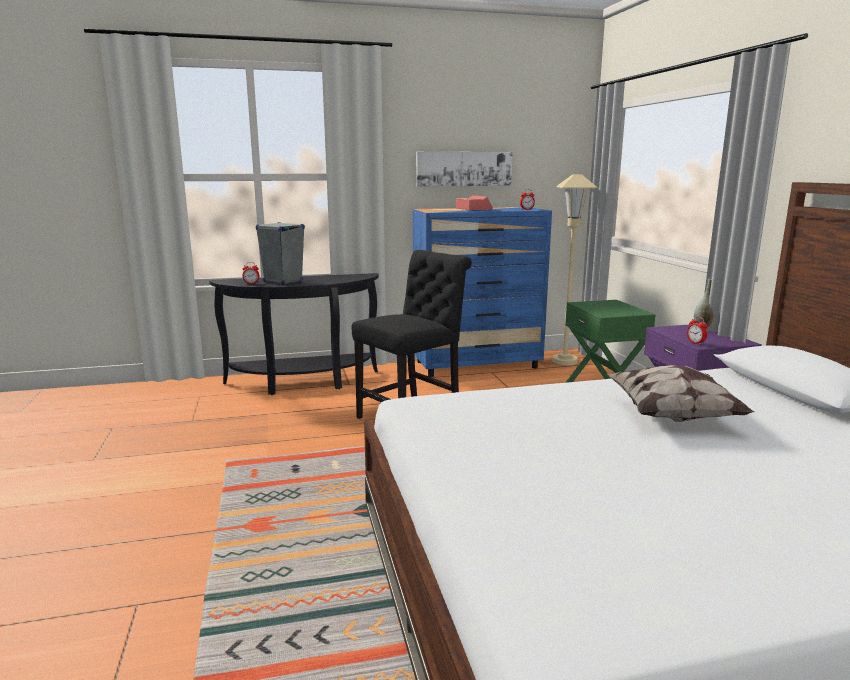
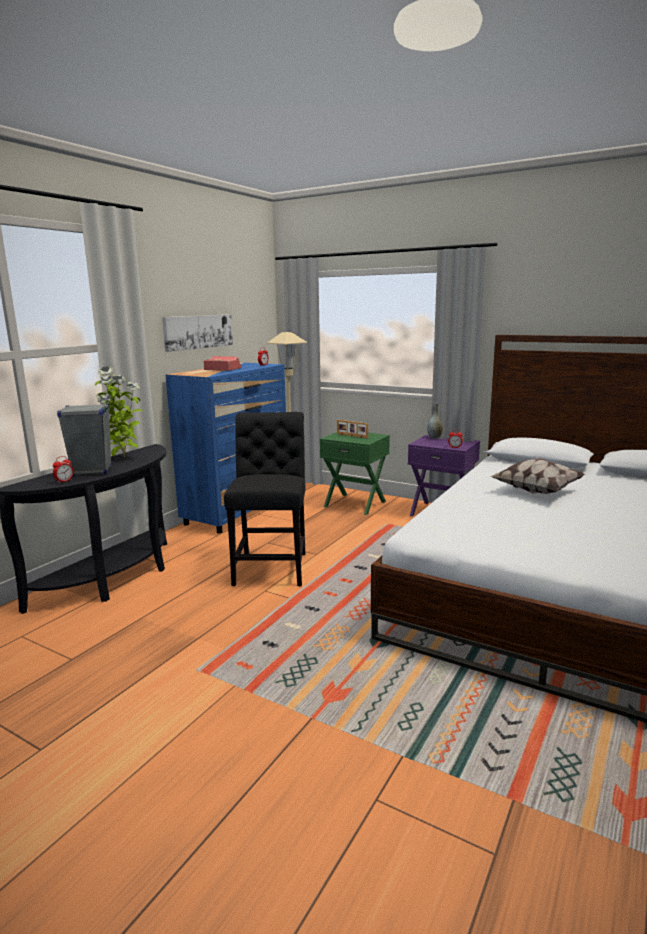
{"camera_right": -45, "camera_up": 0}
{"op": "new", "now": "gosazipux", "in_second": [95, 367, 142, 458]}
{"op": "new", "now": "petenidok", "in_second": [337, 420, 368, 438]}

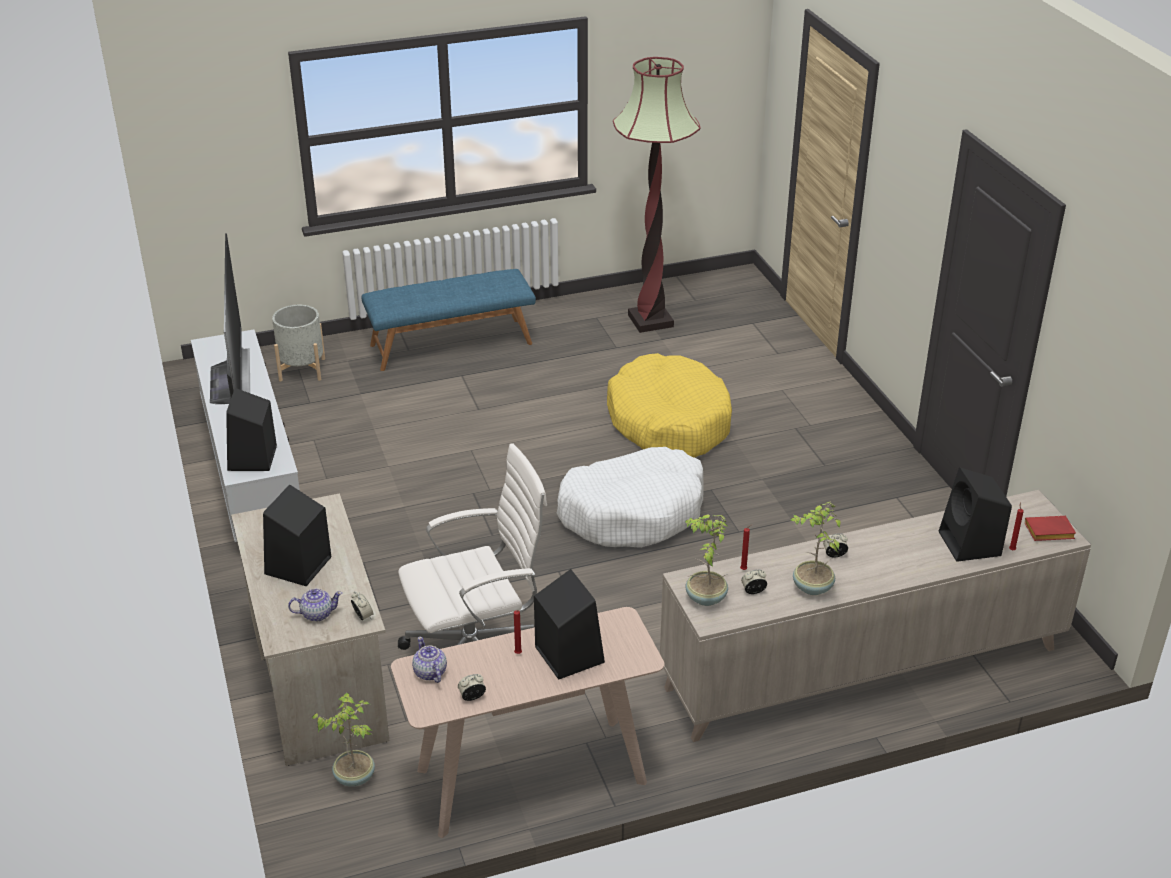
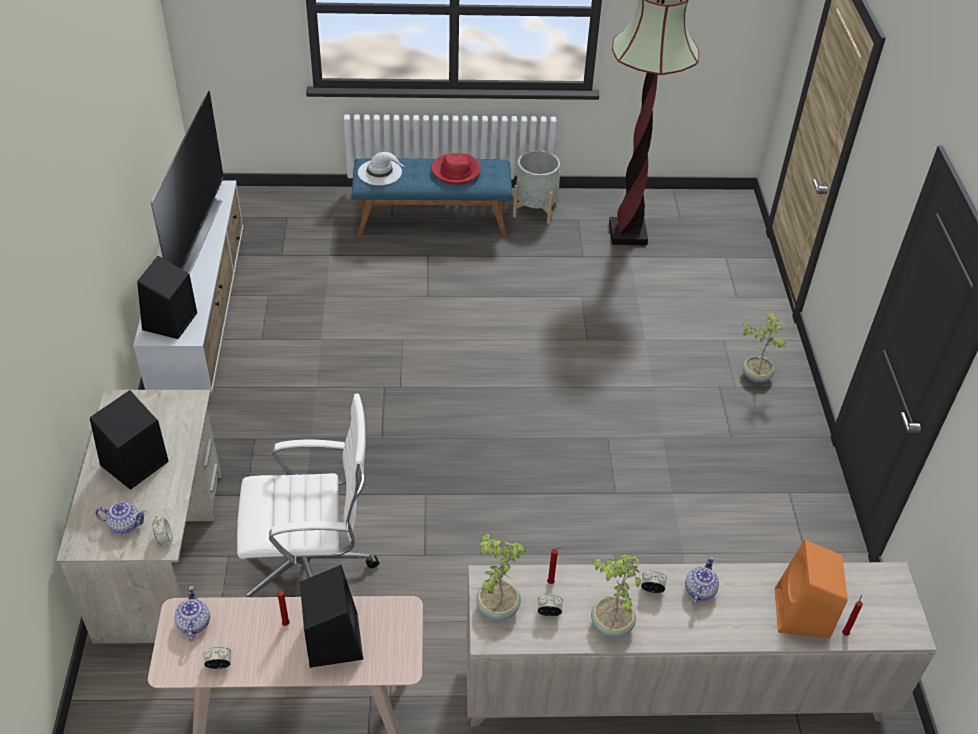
{"camera_right": 15, "camera_up": 10}
{"op": "shifted", "was": "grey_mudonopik", "in_first": [272, 305, 325, 381], "in_second": [513, 150, 560, 224]}
{"op": "shifted", "was": "gosazipux", "in_first": [311, 692, 375, 787], "in_second": [741, 312, 787, 383]}
{"op": "gone", "was": "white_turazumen", "in_first": [557, 447, 704, 548]}
{"op": "gone", "was": "yellow_turazumen", "in_first": [607, 353, 732, 458]}
{"op": "repainted", "was": "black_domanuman", "now": "orange_domanuman", "in_first": [939, 467, 1012, 562], "in_second": [775, 539, 848, 638]}
{"op": "gone", "was": "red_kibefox", "in_first": [1025, 516, 1076, 541]}
{"op": "new", "now": "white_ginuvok", "in_second": [358, 152, 404, 185]}
{"op": "new", "now": "red_ginuvok", "in_second": [431, 153, 481, 185]}
{"op": "new", "now": "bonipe", "in_second": [685, 556, 719, 605]}

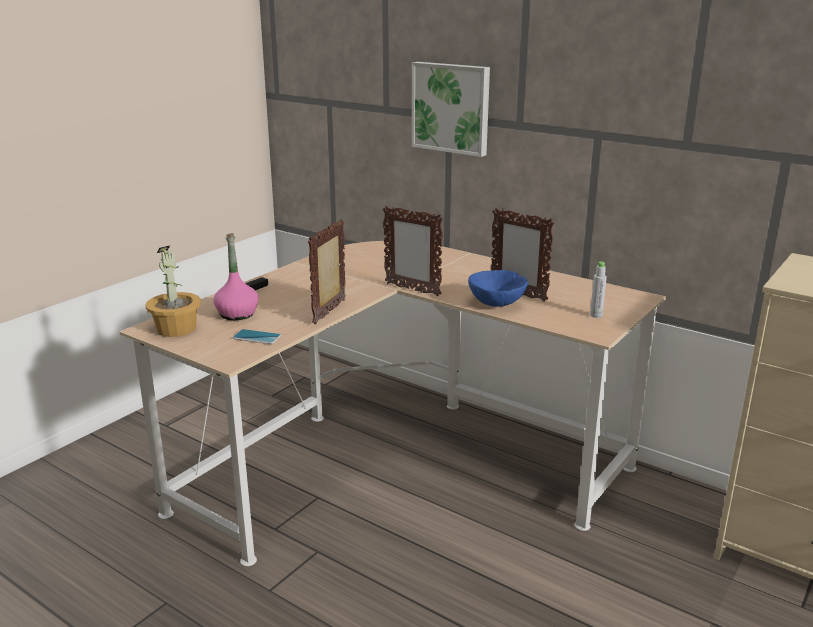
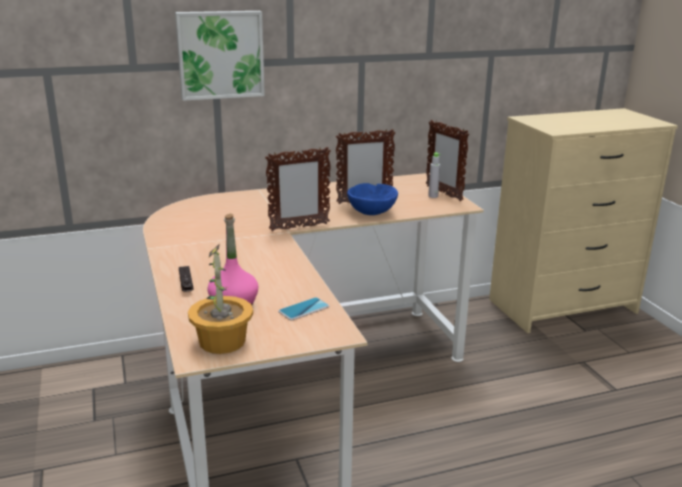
{"camera_right": -55, "camera_up": 0}
{"op": "shifted", "was": "petenidok", "in_first": [308, 219, 346, 324], "in_second": [426, 120, 469, 201]}

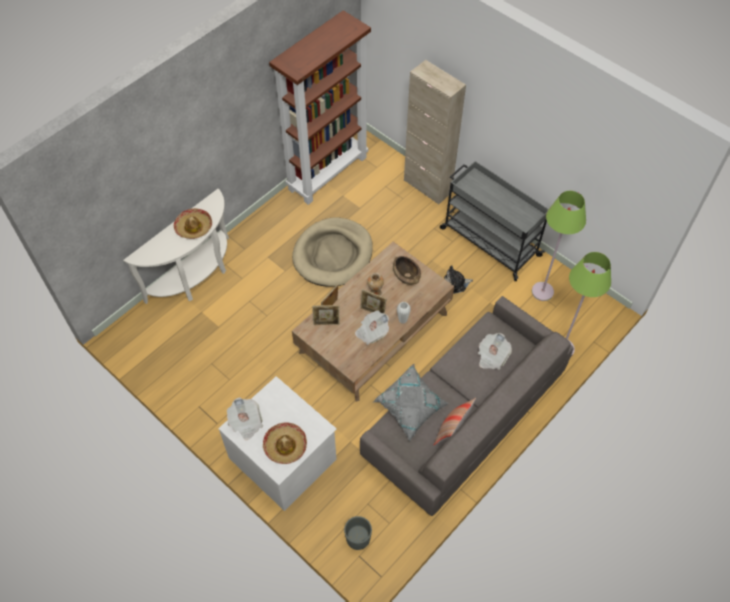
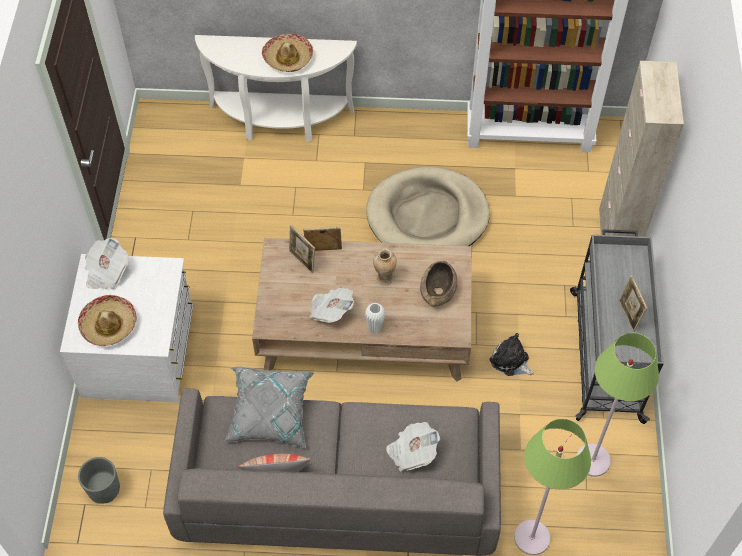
{"camera_right": 50, "camera_up": 0}
{"op": "shifted", "was": "petenidok", "in_first": [360, 289, 387, 314], "in_second": [619, 275, 648, 332]}

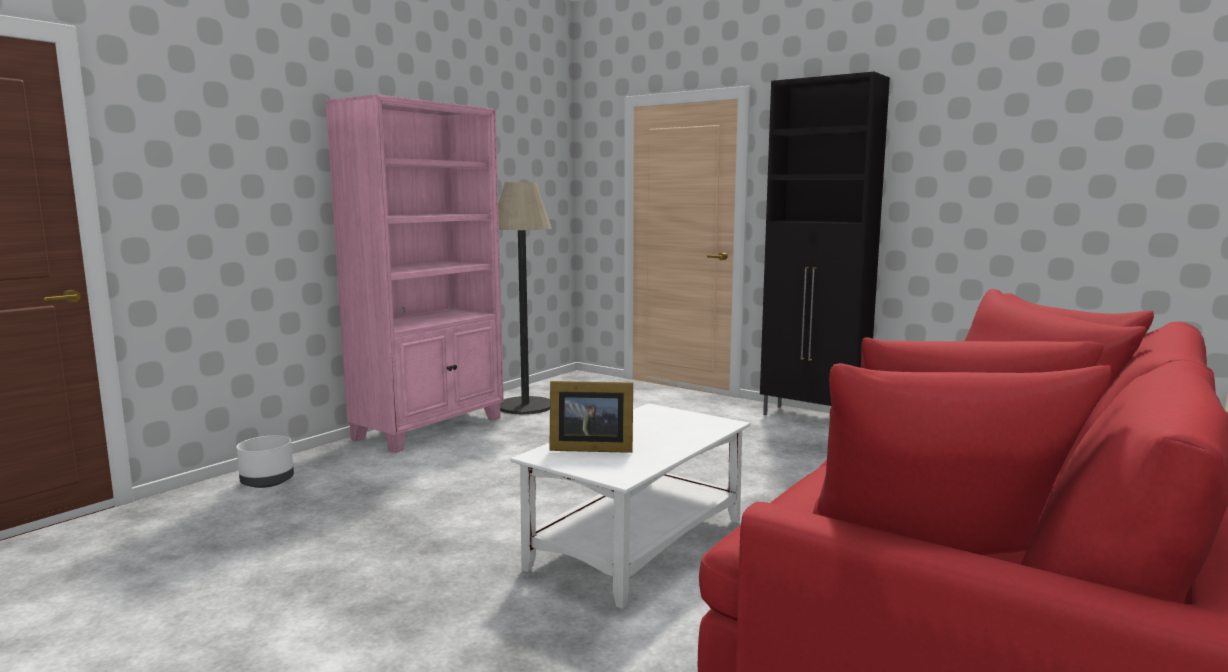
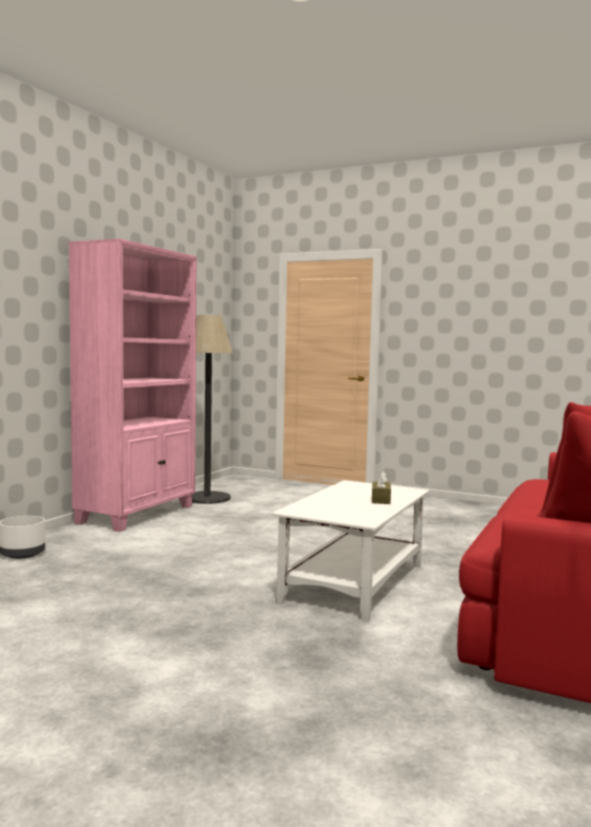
{"camera_right": -10, "camera_up": -5}
{"op": "gone", "was": "petenidok", "in_first": [549, 381, 633, 453]}
{"op": "gone", "was": "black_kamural", "in_first": [760, 71, 890, 415]}
{"op": "new", "now": "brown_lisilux", "in_second": [372, 471, 391, 504]}

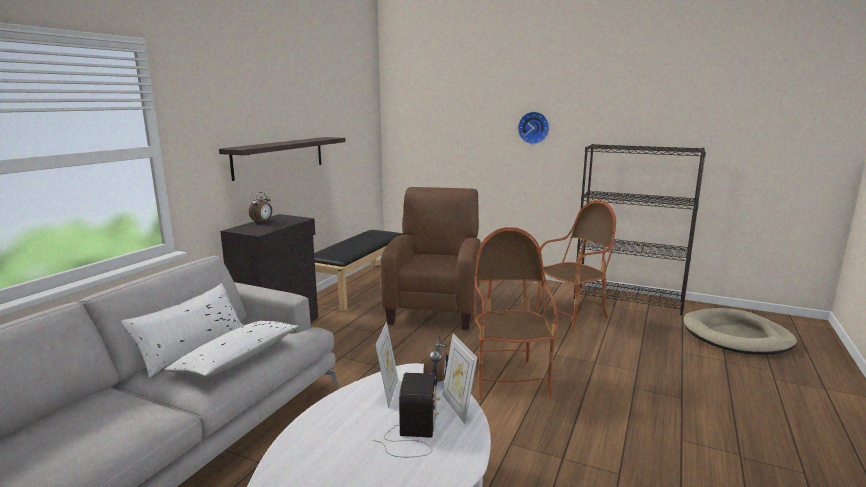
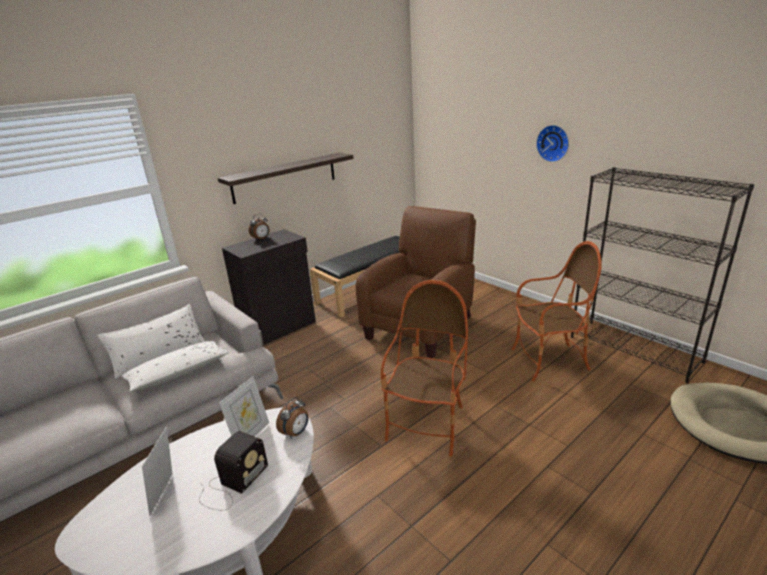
{"camera_right": 25, "camera_up": 10}
{"op": "shifted", "was": "petenidok", "in_first": [442, 334, 478, 424], "in_second": [142, 427, 172, 516]}

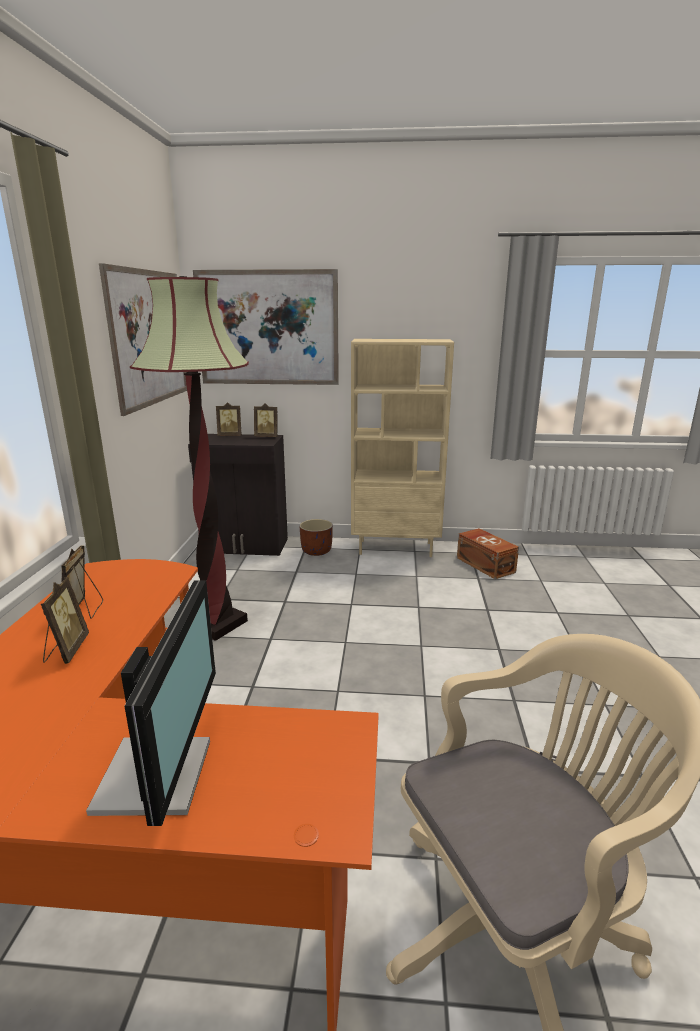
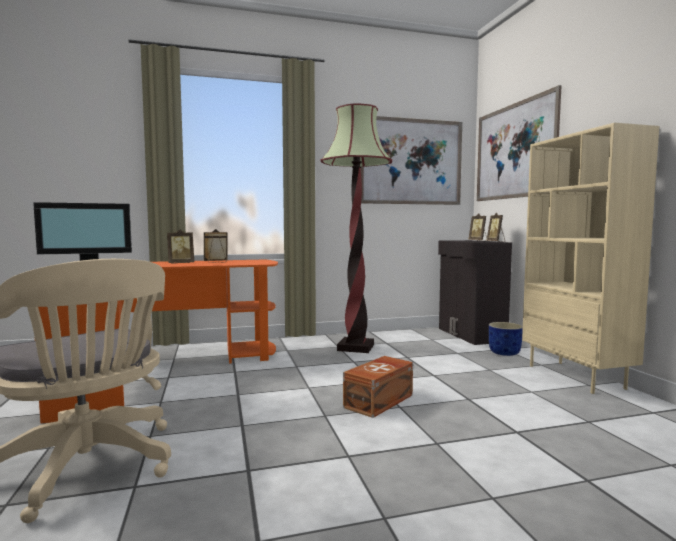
{"camera_right": 70, "camera_up": -15}
{"op": "repainted", "was": "brown_mudonopik", "now": "blue_mudonopik", "in_first": [299, 519, 333, 556], "in_second": [489, 322, 523, 356]}
{"op": "shifted", "was": "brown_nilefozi", "in_first": [457, 528, 519, 579], "in_second": [343, 356, 413, 418]}

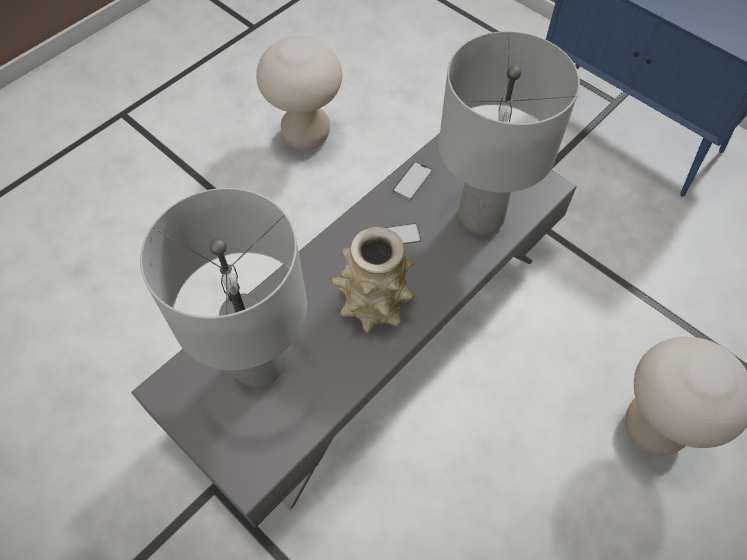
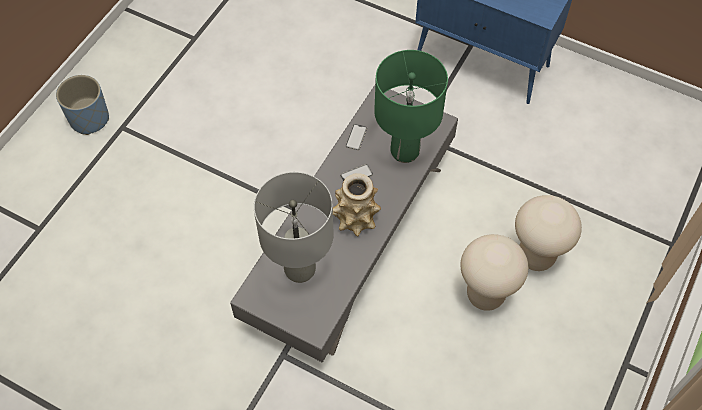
{"camera_right": -15, "camera_up": 0}
{"op": "shifted", "was": "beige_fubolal", "in_first": [256, 36, 342, 150], "in_second": [461, 234, 528, 311]}
{"op": "repainted", "was": "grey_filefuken", "now": "green_filefuken", "in_first": [439, 31, 580, 235], "in_second": [374, 50, 448, 163]}
{"op": "new", "now": "blue_mudonopik", "in_second": [56, 75, 109, 135]}

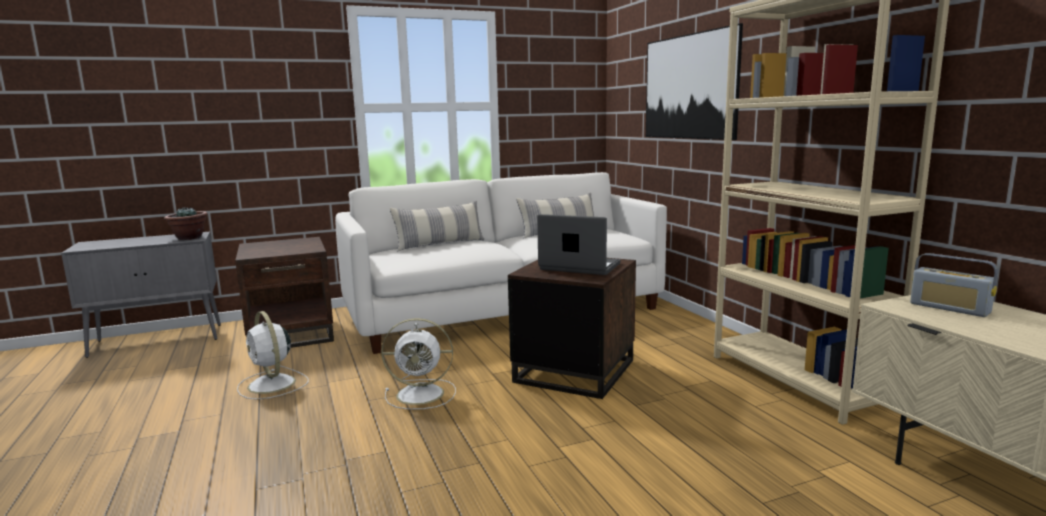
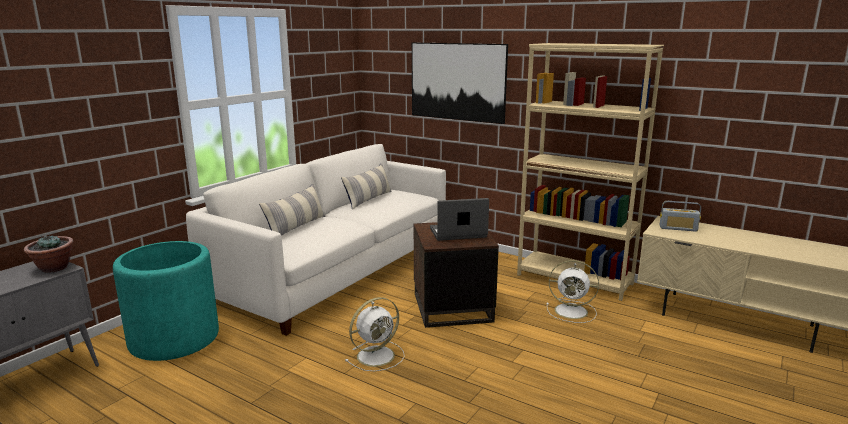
{"camera_right": -35, "camera_up": 5}
{"op": "swapped", "was": "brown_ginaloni", "now": "turquoise_mudonopik", "in_first": [235, 237, 334, 353], "in_second": [113, 241, 219, 361]}
{"op": "shifted", "was": "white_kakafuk", "in_first": [237, 311, 309, 400], "in_second": [547, 260, 599, 323]}

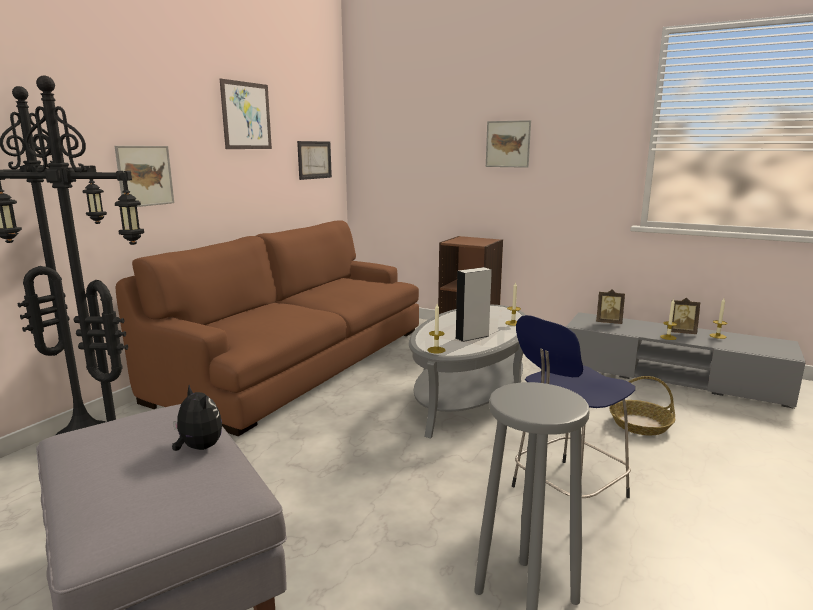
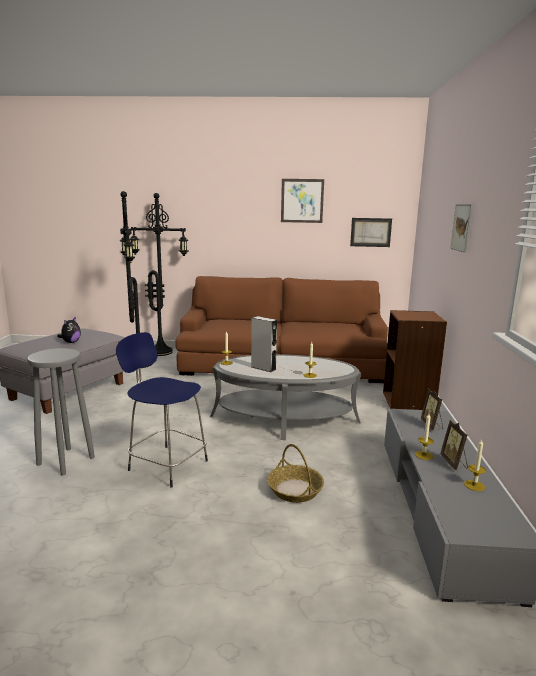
{"camera_right": 65, "camera_up": 0}
{"op": "gone", "was": "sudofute", "in_first": [114, 146, 174, 207]}

